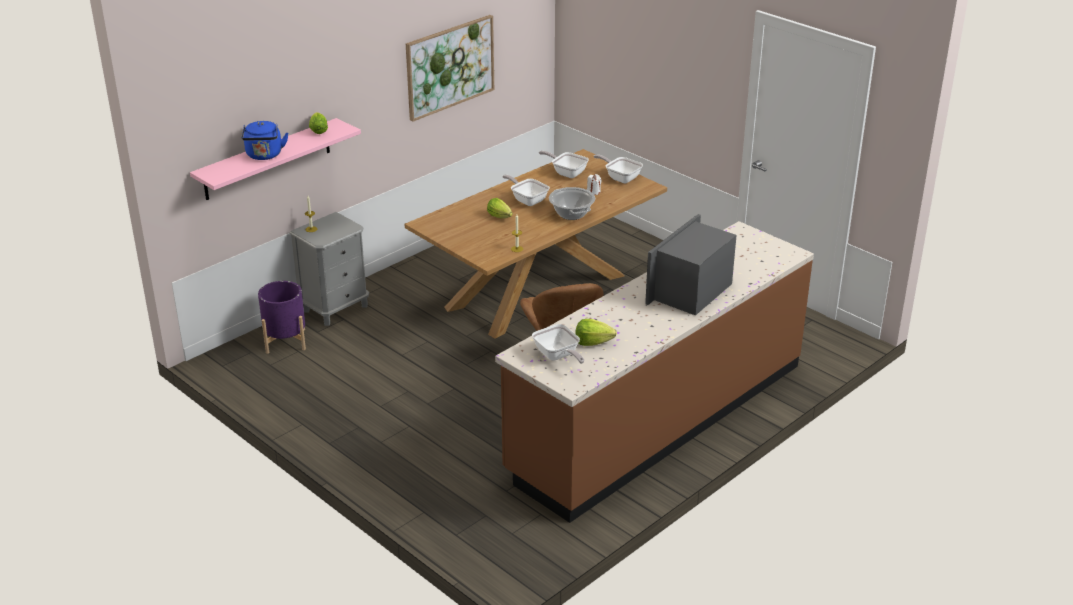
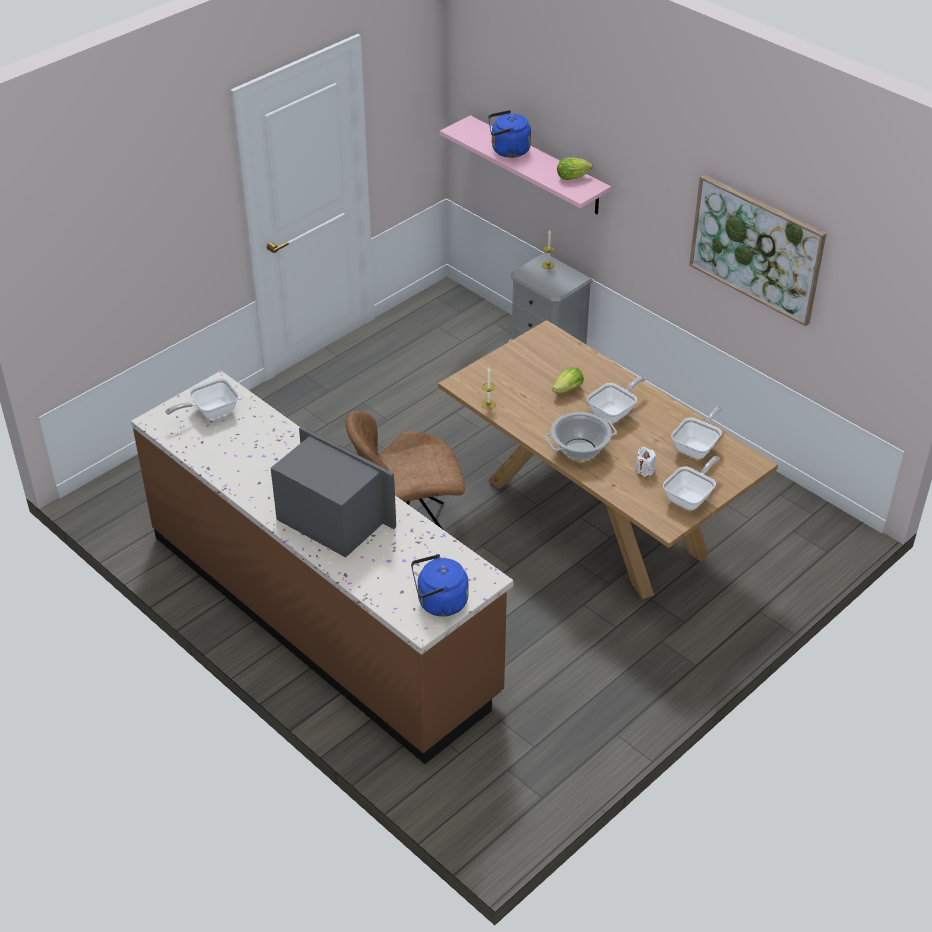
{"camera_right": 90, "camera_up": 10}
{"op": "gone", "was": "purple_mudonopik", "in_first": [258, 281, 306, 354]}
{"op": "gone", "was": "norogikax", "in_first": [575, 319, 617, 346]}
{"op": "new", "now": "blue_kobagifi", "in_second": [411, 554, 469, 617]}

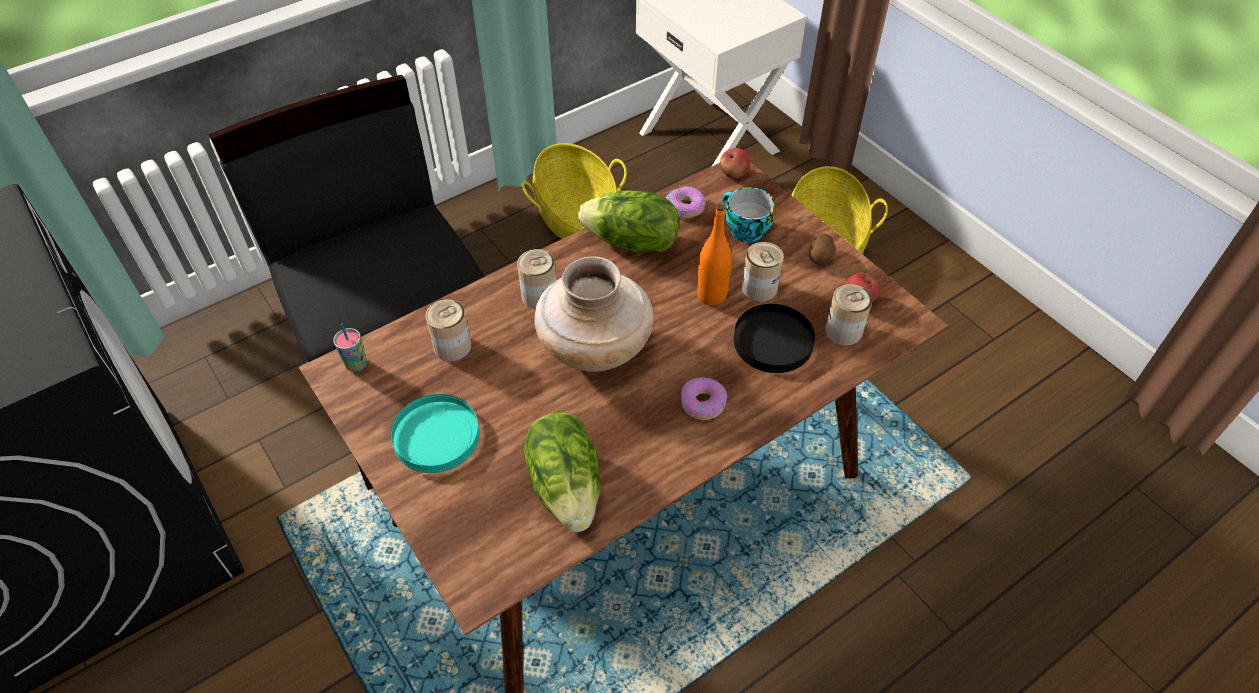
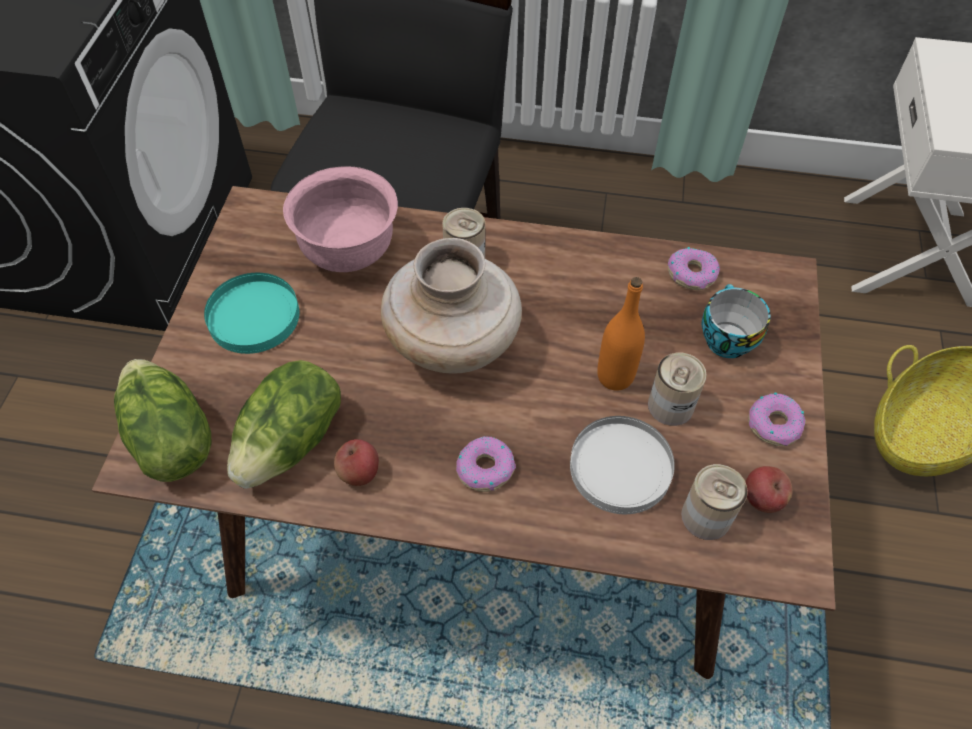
{"camera_right": 45, "camera_up": 5}
{"op": "gone", "was": "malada", "in_first": [333, 324, 367, 372]}
{"op": "swapped", "was": "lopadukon", "now": "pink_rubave", "in_first": [425, 299, 471, 361], "in_second": [283, 166, 398, 272]}
{"op": "gone", "was": "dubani", "in_first": [522, 143, 627, 239]}
{"op": "shifted", "was": "norogikax", "in_first": [578, 190, 679, 252], "in_second": [114, 359, 211, 482]}
{"op": "shifted", "was": "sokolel", "in_first": [720, 148, 750, 179], "in_second": [334, 439, 379, 486]}
{"op": "repainted", "was": "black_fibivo", "now": "white_fibivo", "in_first": [734, 304, 815, 373], "in_second": [570, 416, 675, 514]}
{"op": "swapped", "was": "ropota", "now": "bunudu", "in_first": [809, 233, 836, 265], "in_second": [748, 393, 805, 446]}

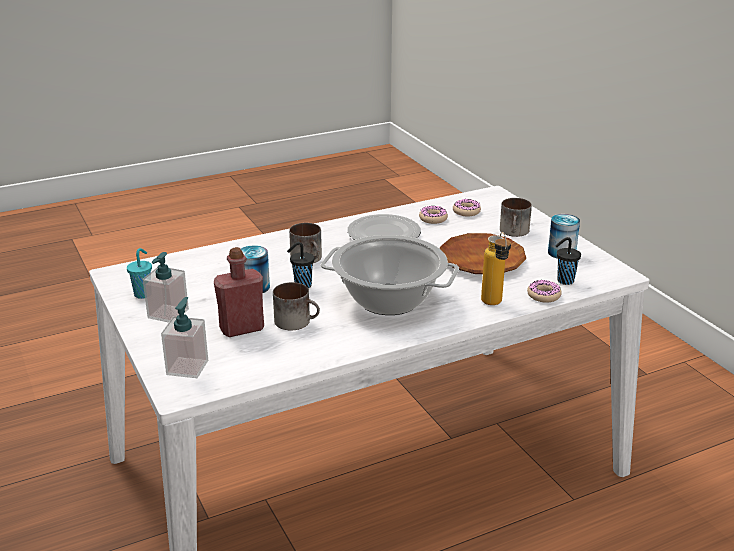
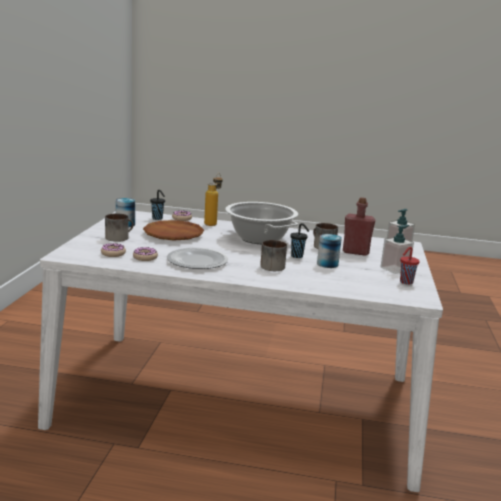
{"camera_right": -145, "camera_up": -10}
{"op": "repainted", "was": "turquoise_malada", "now": "red_malada", "in_first": [127, 248, 152, 299], "in_second": [400, 247, 420, 285]}

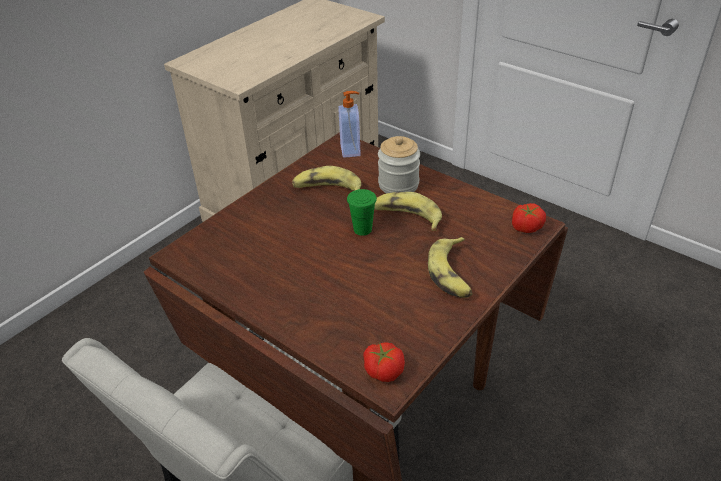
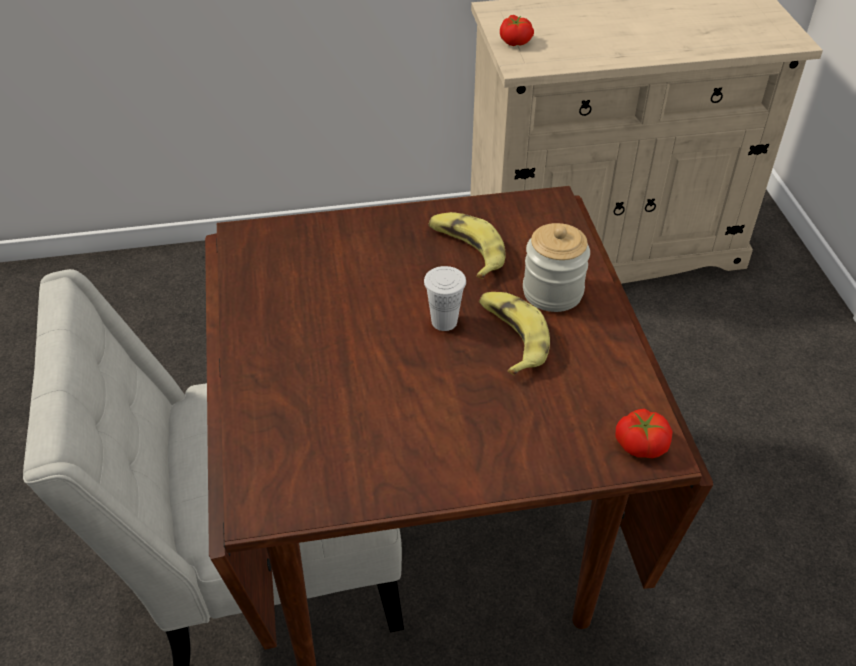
{"camera_right": 40, "camera_up": 5}
{"op": "gone", "was": "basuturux", "in_first": [338, 91, 361, 158]}
{"op": "repainted", "was": "green_malada", "now": "white_malada", "in_first": [347, 189, 377, 236], "in_second": [424, 266, 466, 331]}
{"op": "shifted", "was": "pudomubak", "in_first": [363, 342, 405, 382], "in_second": [500, 15, 534, 46]}
{"op": "gone", "was": "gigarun", "in_first": [428, 237, 473, 298]}

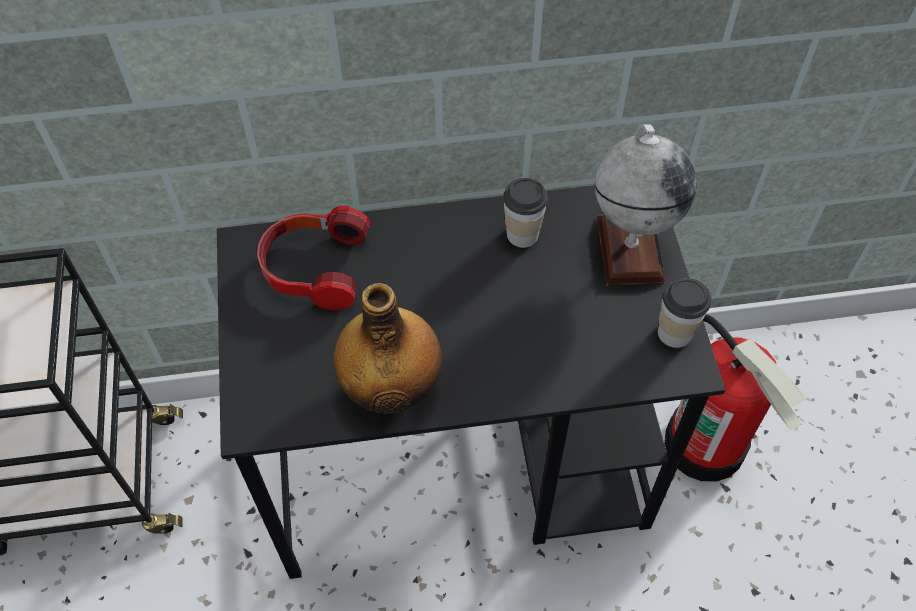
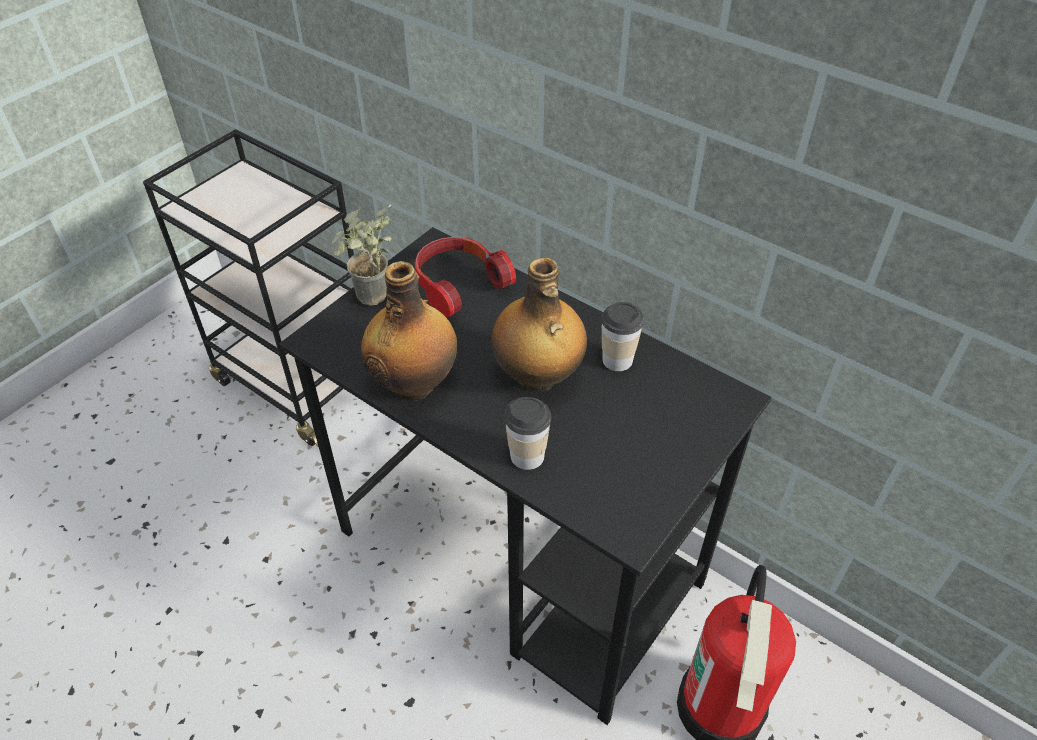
{"camera_right": 45, "camera_up": -10}
{"op": "gone", "was": "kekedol", "in_first": [595, 124, 697, 286]}
{"op": "shifted", "was": "malada", "in_first": [658, 278, 711, 348], "in_second": [504, 397, 551, 470]}
{"op": "new", "now": "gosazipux", "in_second": [332, 204, 392, 306]}
{"op": "new", "now": "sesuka", "in_second": [492, 258, 587, 392]}

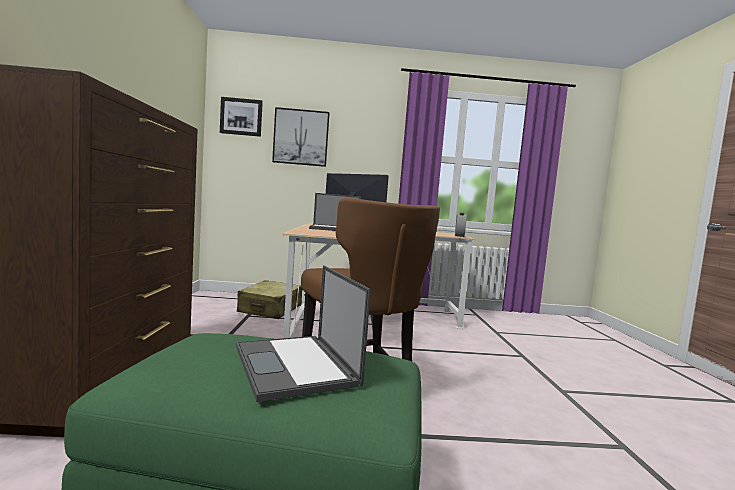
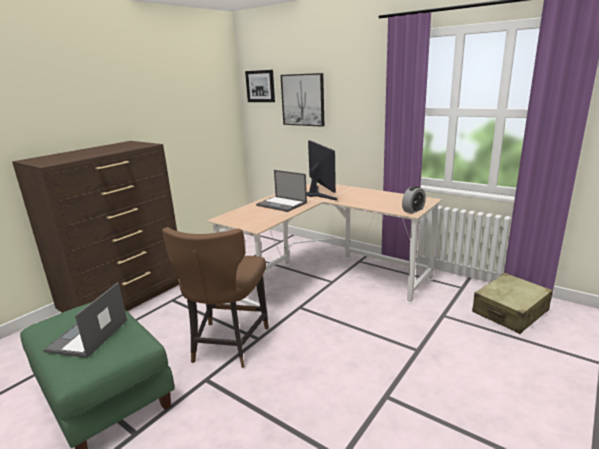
{"camera_right": 40, "camera_up": 15}
{"op": "shifted", "was": "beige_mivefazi", "in_first": [237, 280, 302, 319], "in_second": [472, 273, 553, 334]}

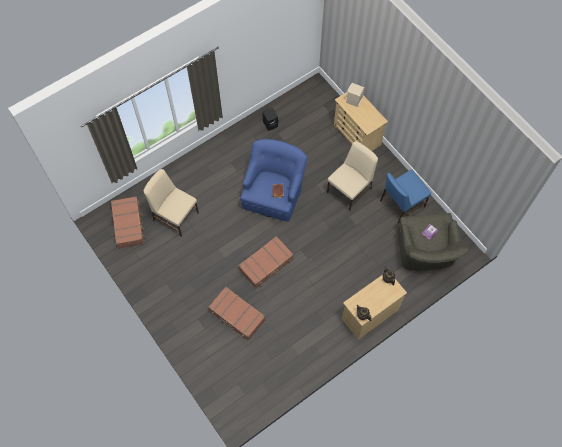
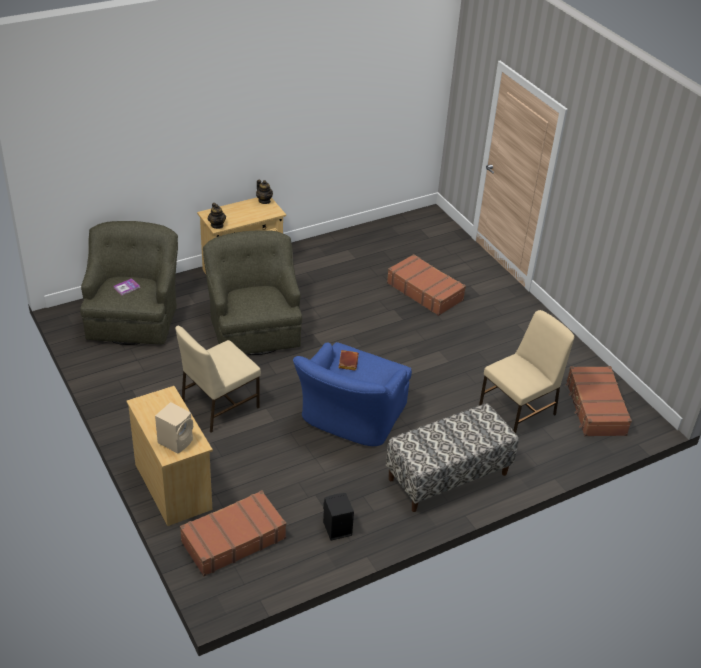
{"camera_right": -175, "camera_up": -25}
{"op": "rotated", "was": "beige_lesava", "in_first": [144, 169, 199, 237], "in_second": [479, 310, 574, 433], "clockwise": -75}
{"op": "shifted", "was": "brown_mivefazi", "in_first": [238, 236, 294, 289], "in_second": [180, 490, 286, 576]}
{"op": "gone", "was": "blue_lesava", "in_first": [380, 169, 431, 224]}
{"op": "new", "now": "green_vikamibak", "in_second": [203, 230, 302, 355]}
{"op": "new", "now": "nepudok", "in_second": [386, 403, 519, 512]}

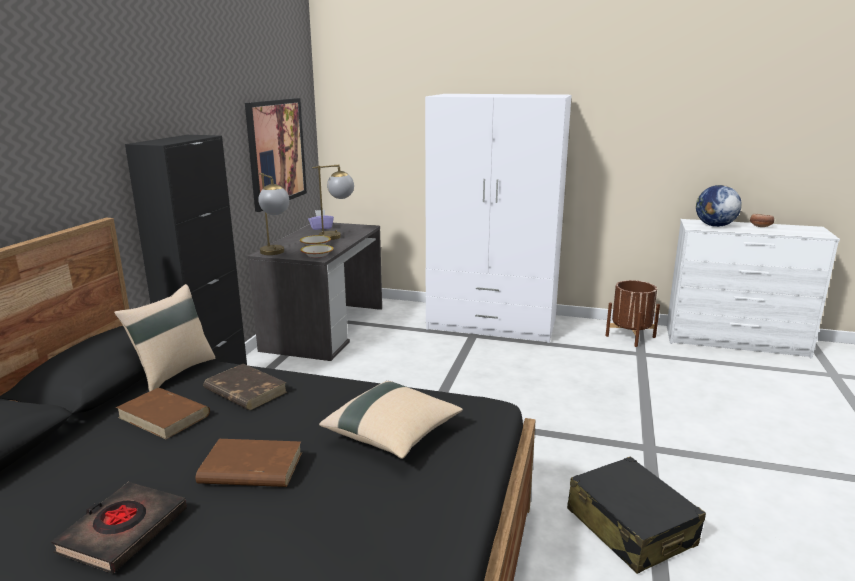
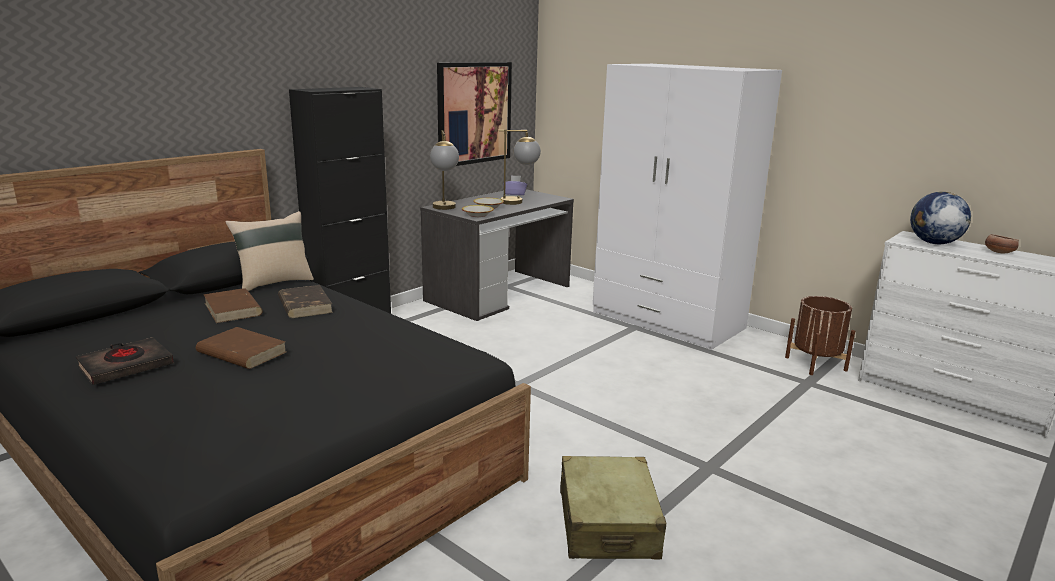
{"camera_right": 25, "camera_up": 0}
{"op": "gone", "was": "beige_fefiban", "in_first": [319, 381, 463, 459]}
{"op": "repainted", "was": "black_mivefazi", "now": "beige_mivefazi", "in_first": [567, 456, 706, 574], "in_second": [560, 456, 667, 560]}

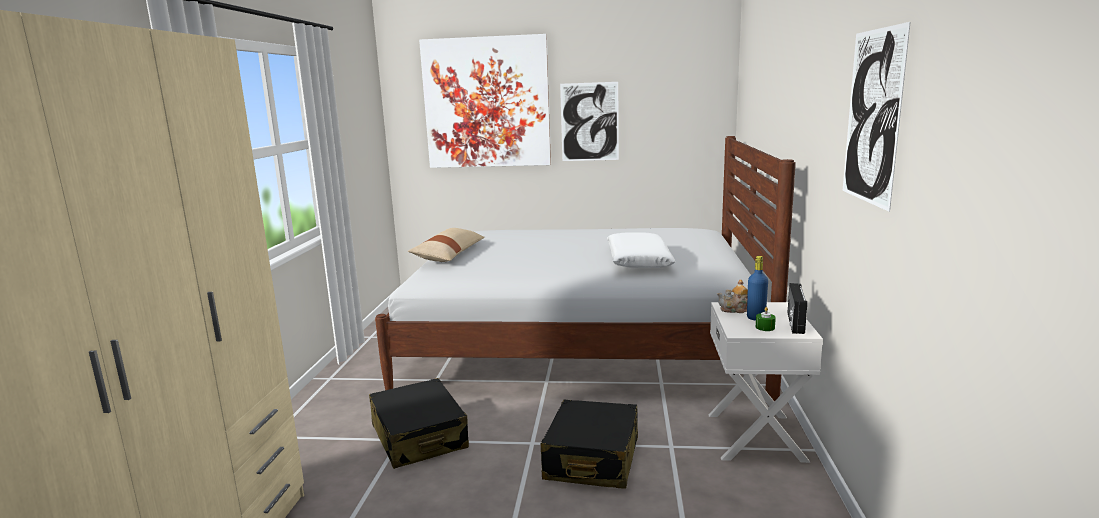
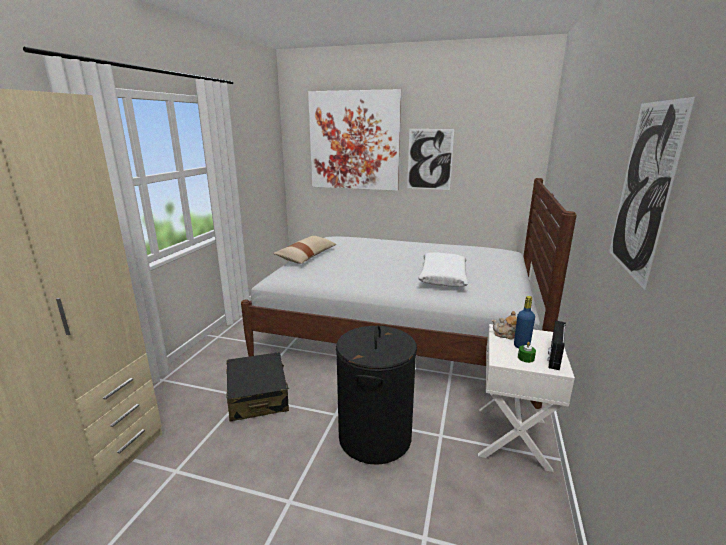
{"camera_right": 10, "camera_up": 5}
{"op": "swapped", "was": "black_mivefazi", "now": "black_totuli", "in_first": [541, 399, 638, 489], "in_second": [336, 325, 417, 465]}

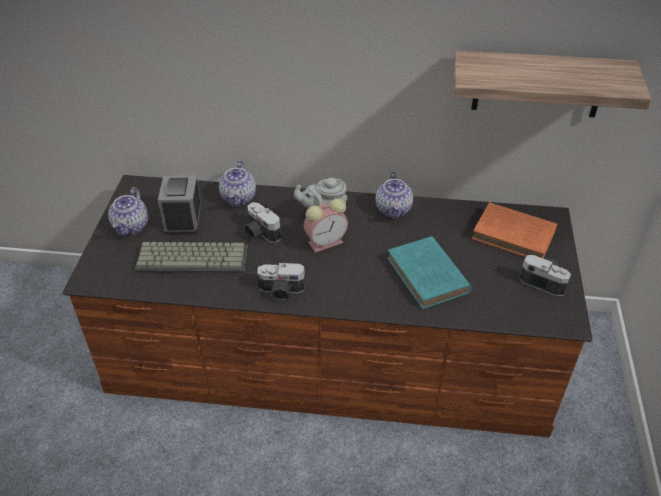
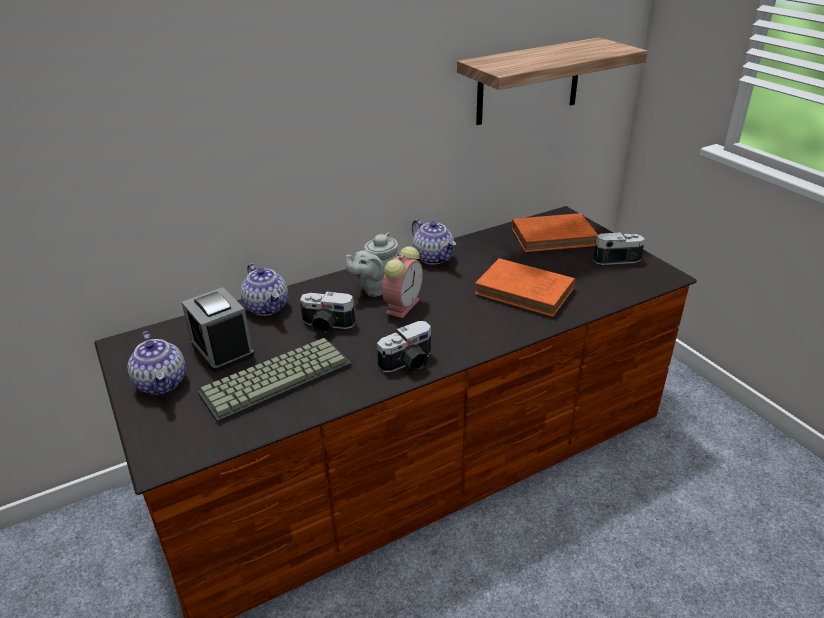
{"camera_right": -35, "camera_up": -10}
{"op": "repainted", "was": "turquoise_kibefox", "now": "orange_kibefox", "in_first": [387, 236, 471, 309], "in_second": [475, 258, 575, 317]}

